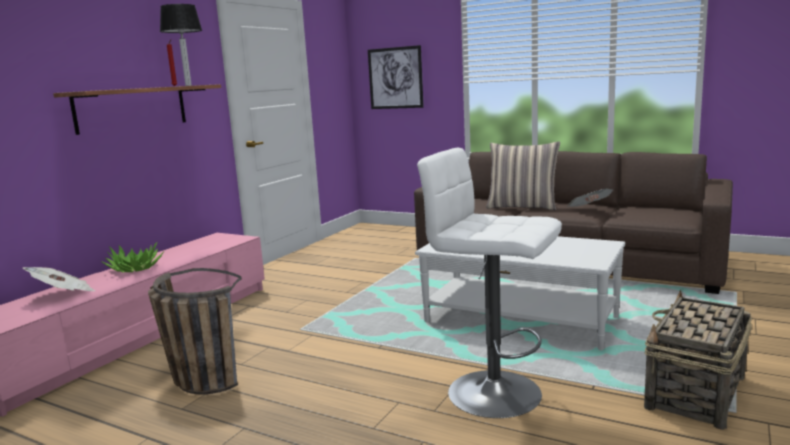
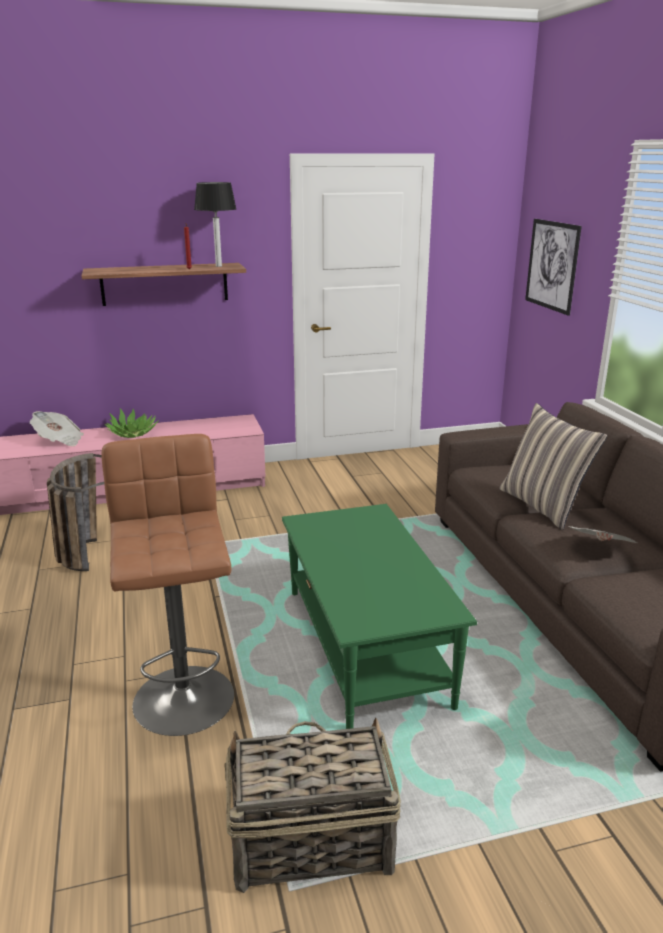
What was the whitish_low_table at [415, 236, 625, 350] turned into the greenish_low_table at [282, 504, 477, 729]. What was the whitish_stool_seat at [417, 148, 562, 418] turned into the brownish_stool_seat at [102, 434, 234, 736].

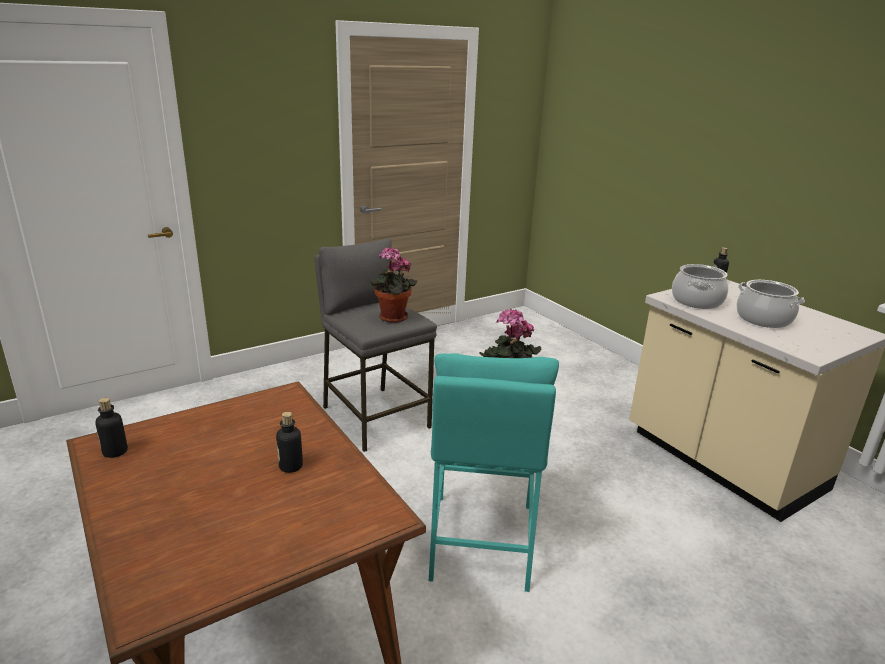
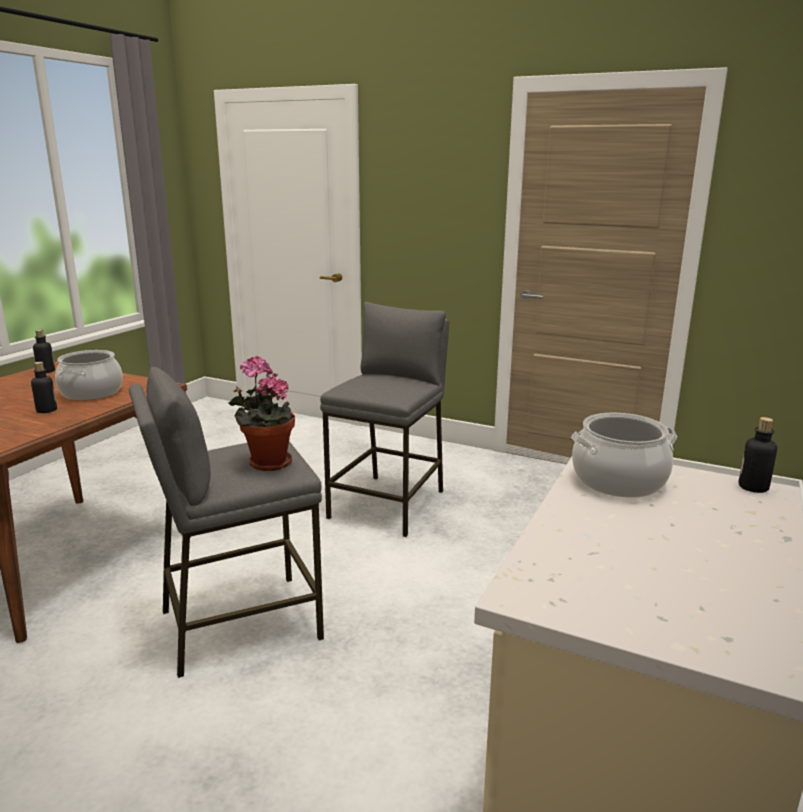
The second view lost the plant_in_a_pot at [370, 247, 418, 323]. What was the turquoise_stool_seat at [429, 354, 559, 592] turned into the grey_stool_seat at [129, 367, 324, 678]. The cooking_pot ended up elsewhere, having gone from [737, 280, 805, 328] to [55, 350, 123, 400].

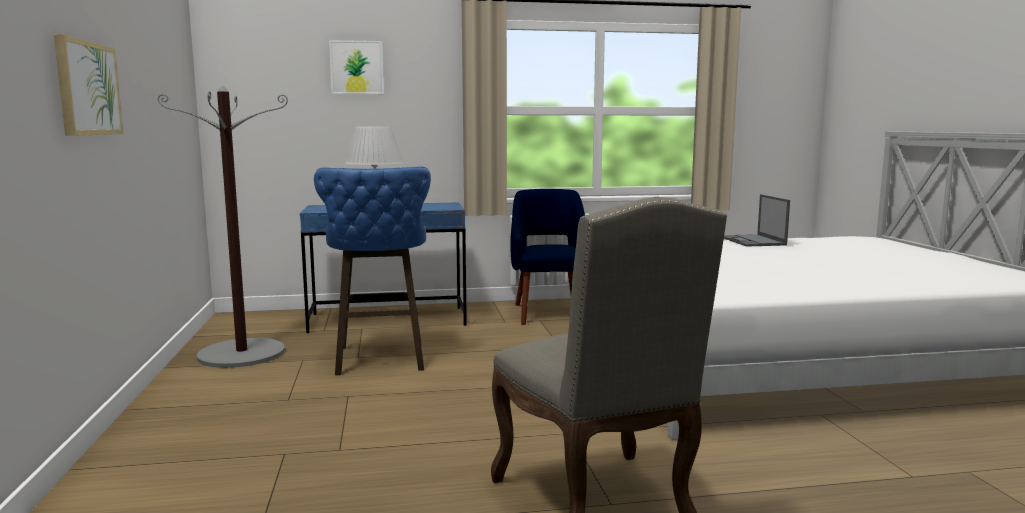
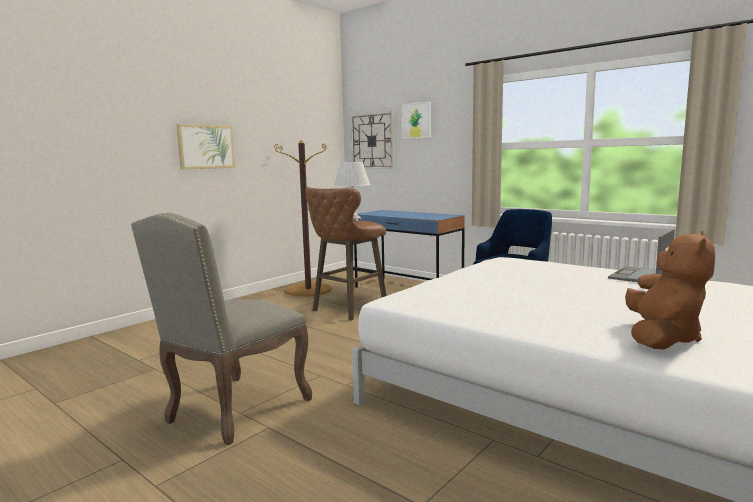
What was the grey_garment_rack at [158, 86, 288, 368] turned into the brownish_garment_rack at [274, 140, 332, 297]. What was the bluish_stool_seat at [314, 166, 431, 375] turned into the brownish_stool_seat at [305, 187, 386, 321]. The second view gained the wall_clock at [350, 111, 395, 169]. The second view gained the brownish_soft_toy at [625, 231, 715, 350].

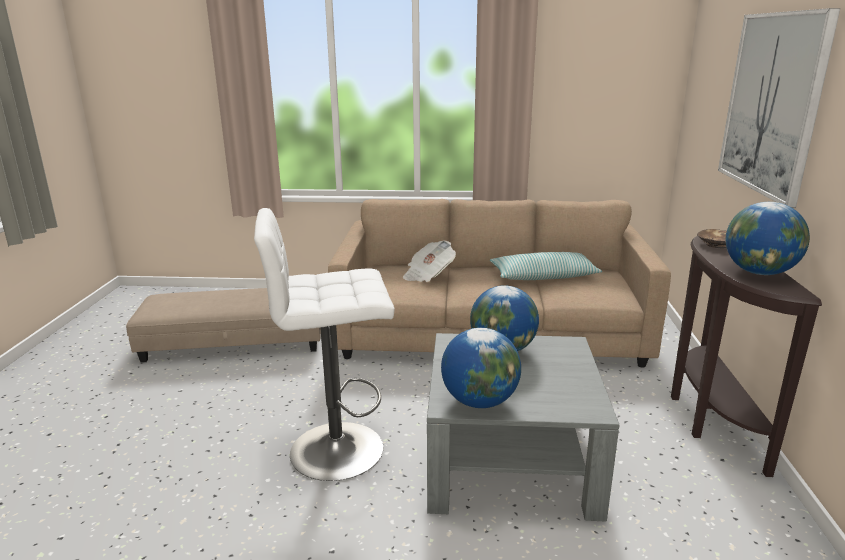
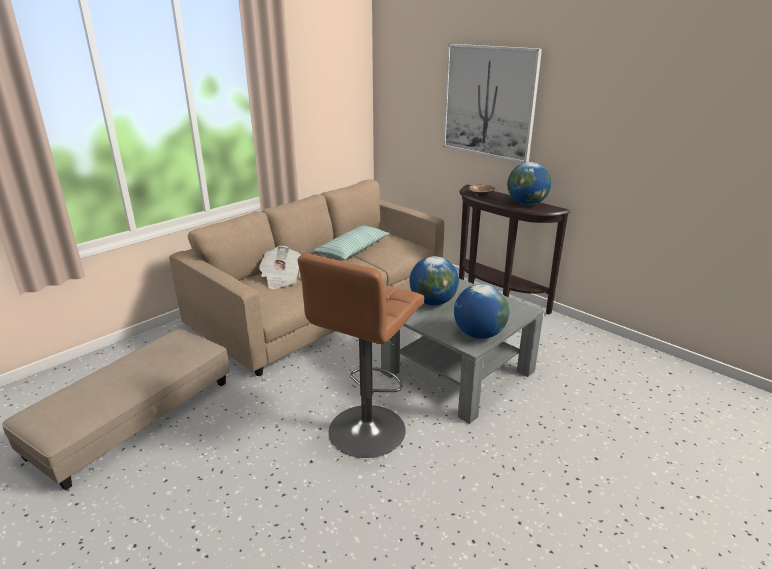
What was the whitish_stool_seat at [254, 208, 395, 481] turned into the brownish_stool_seat at [298, 254, 424, 458].

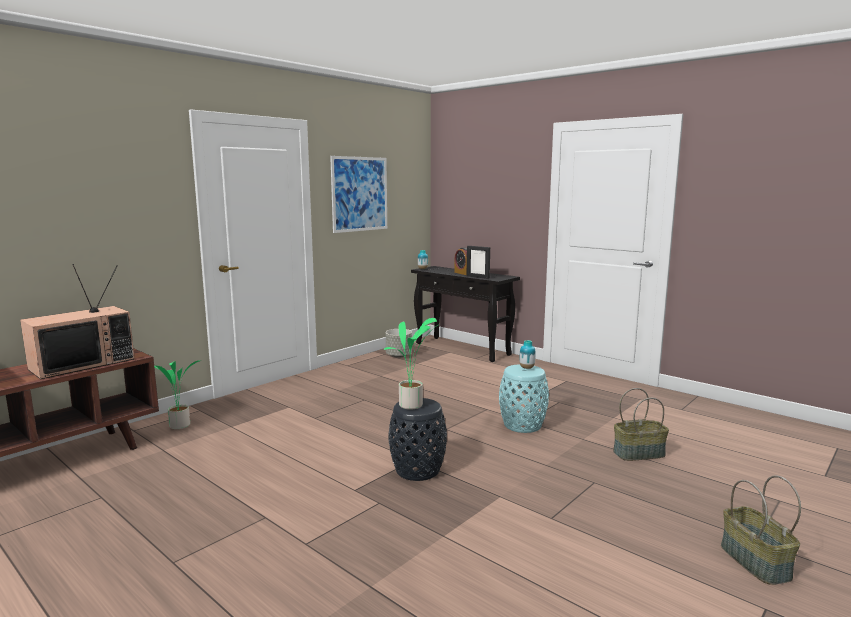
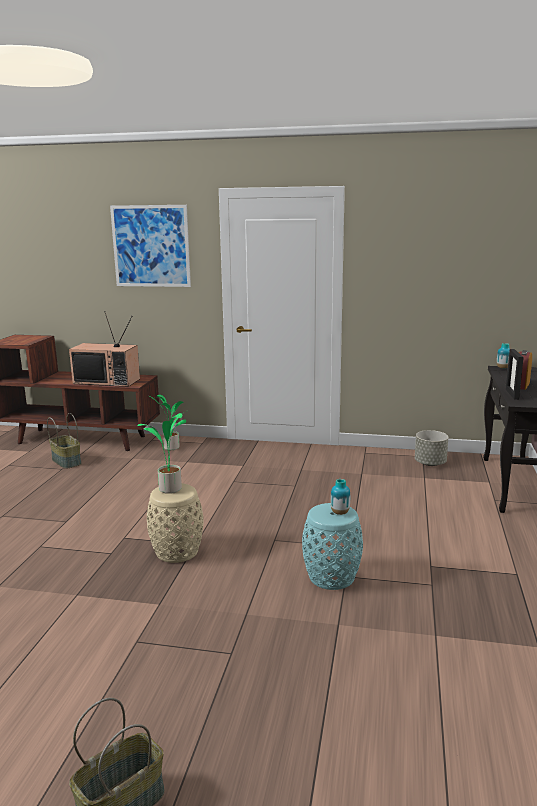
The wall_picture ended up elsewhere, having gone from [330, 156, 387, 233] to [110, 205, 191, 287]. What was the blackish_stool_seat at [388, 398, 447, 481] turned into the beige-coloured_stool_seat at [147, 483, 204, 563]. The storage_basket ended up elsewhere, having gone from [613, 388, 669, 461] to [47, 413, 82, 469].

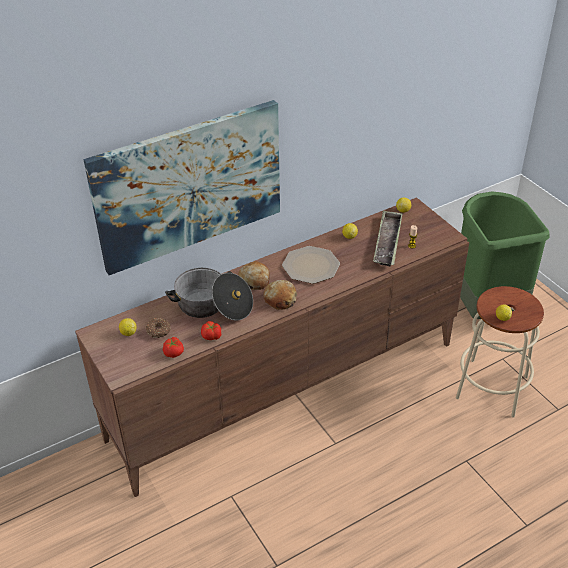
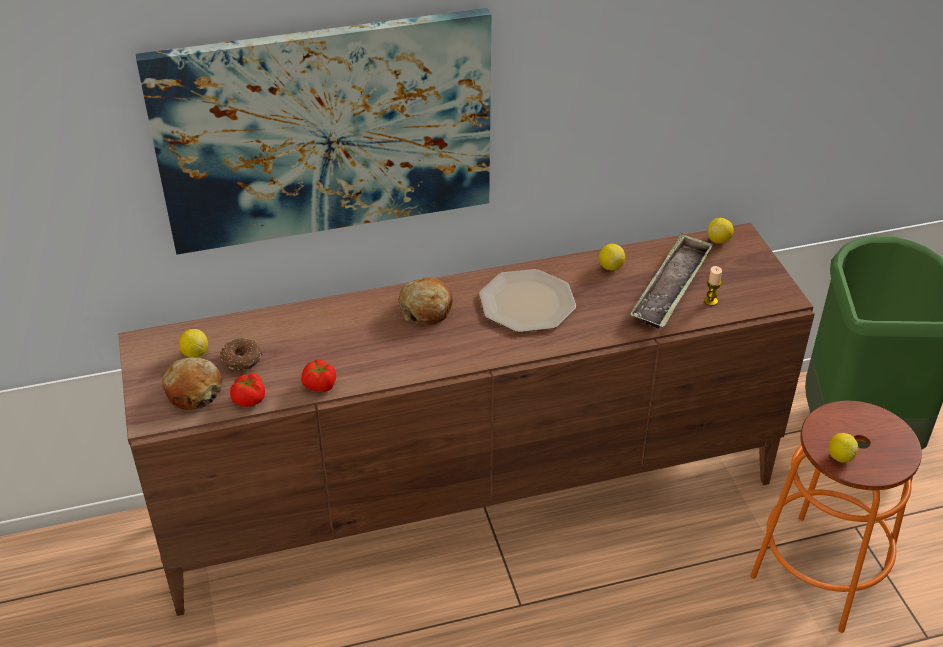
The second view lost the cooking_pot at [165, 268, 253, 320]. The bread ended up elsewhere, having gone from [263, 280, 297, 310] to [162, 357, 223, 410]. What was the beige-coloured_stool_seat at [456, 286, 544, 417] turned into the orangey_stool_seat at [750, 401, 922, 633].

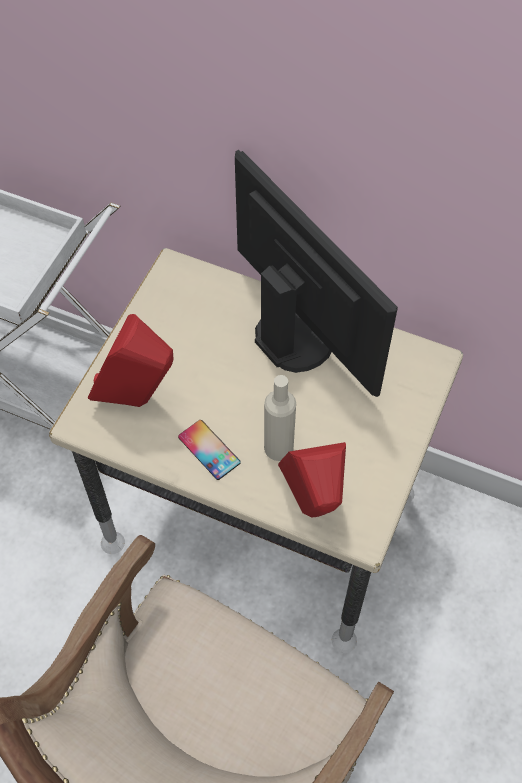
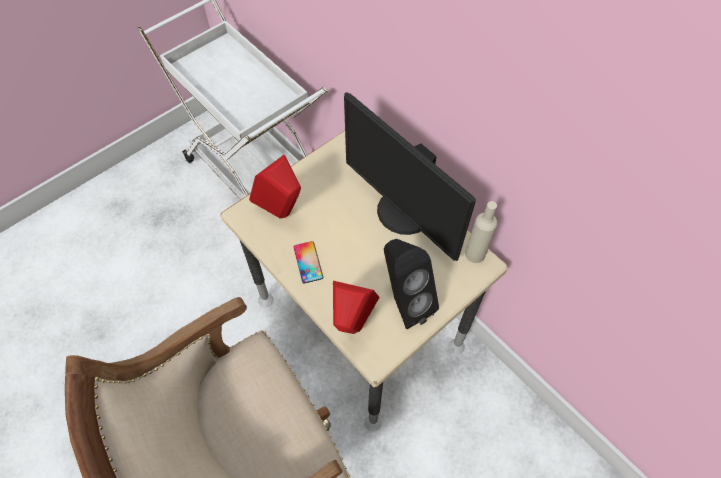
The computer_display at [235, 150, 398, 397] ended up facing another way, 150 degrees clockwise from before. The beige-coloured_bottle ended up elsewhere, having gone from [264, 375, 296, 461] to [465, 201, 497, 263]. The second view gained the blackish_loudspeaker at [384, 239, 439, 329].

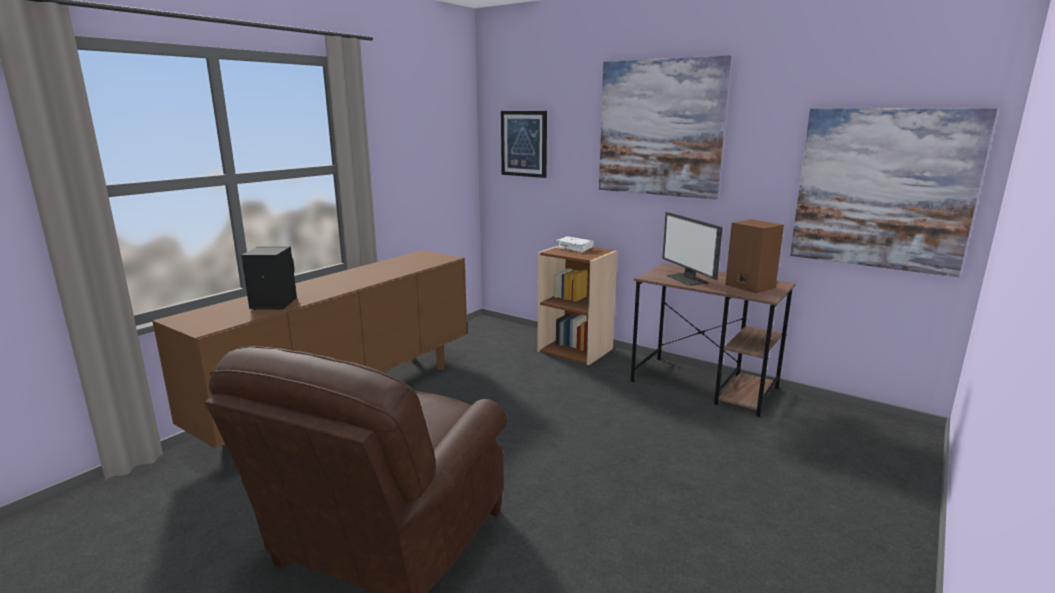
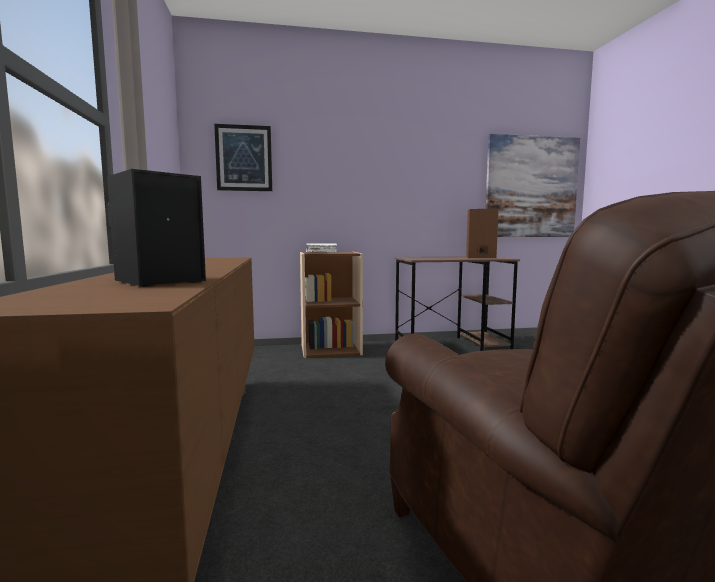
The second view lost the wall_picture at [599, 55, 731, 200]. The second view lost the computer_display at [662, 212, 723, 286].

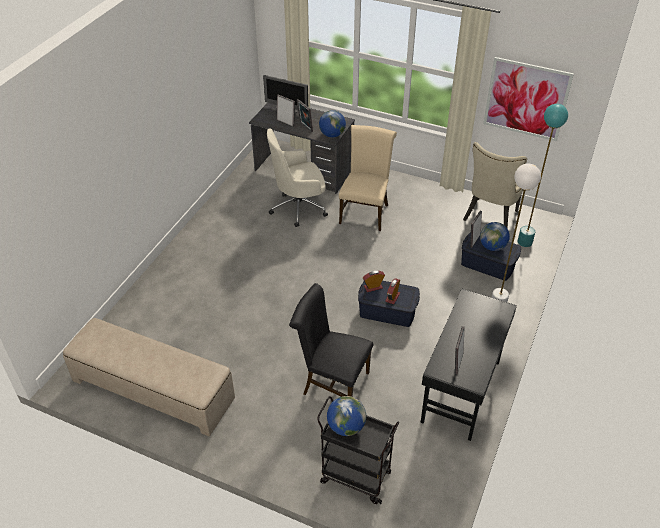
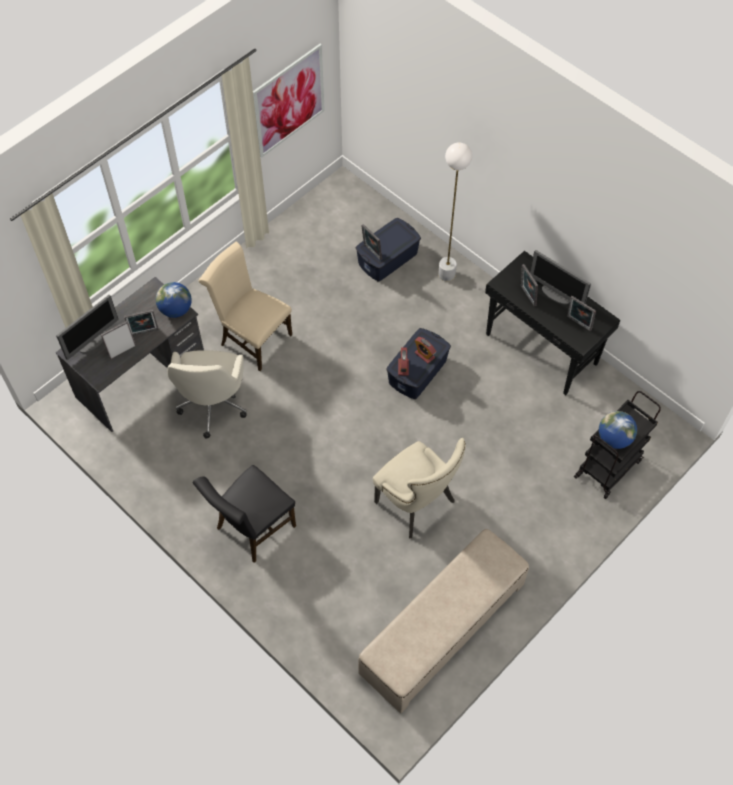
The blackish_plain_chair ended up elsewhere, having gone from [289, 283, 373, 397] to [193, 465, 296, 563]. The beige-coloured_plain_chair ended up elsewhere, having gone from [463, 142, 527, 229] to [373, 438, 466, 538]. The second view lost the desk_globe at [480, 222, 510, 251]. The second view lost the turquoise_standard_lamp at [518, 104, 568, 247]. The second view gained the picture_frame at [521, 264, 538, 306]. The second view gained the computer_display at [530, 250, 591, 304].

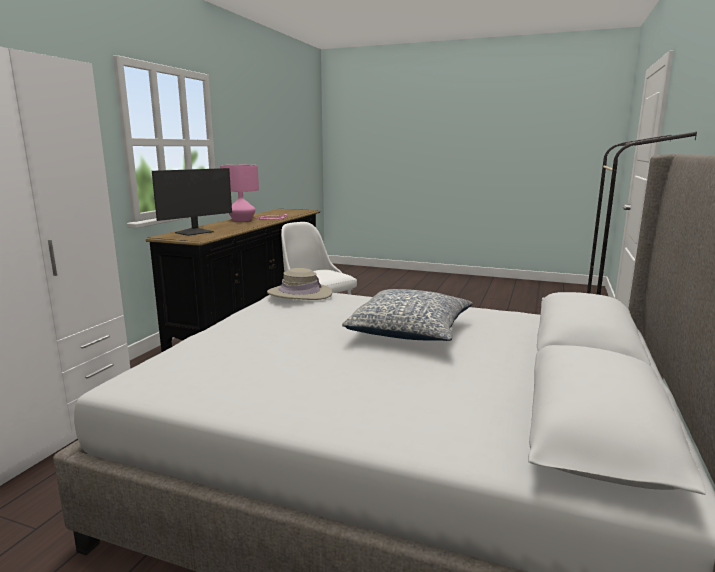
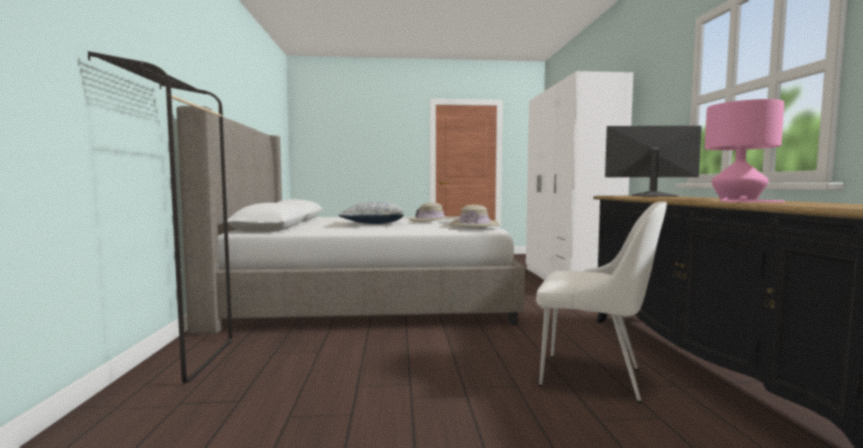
The computer_display at [152, 168, 232, 236] ended up facing another way, 75 degrees clockwise from before. The second view gained the beige-coloured_clothing_hat at [409, 203, 454, 222].

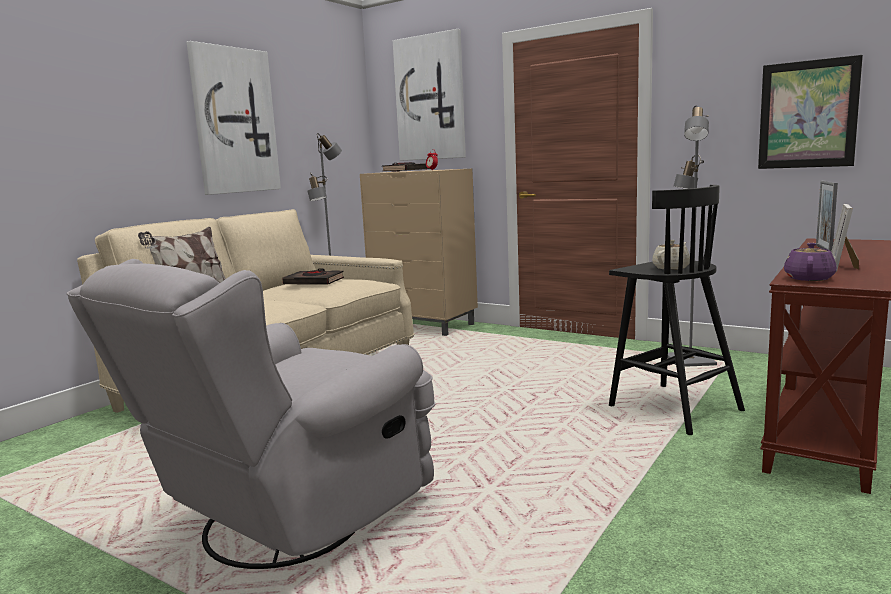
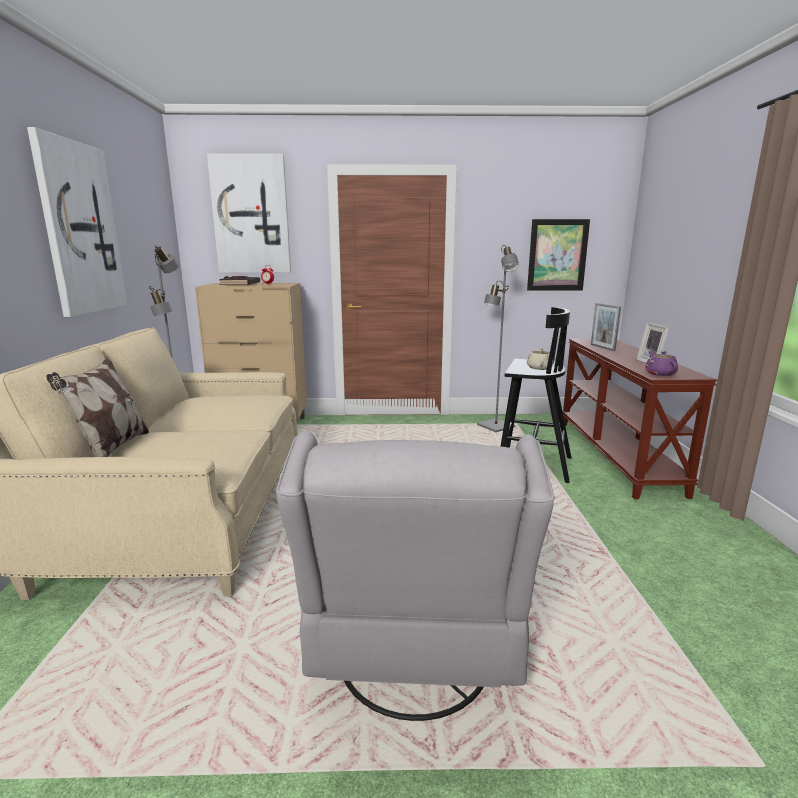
The second view lost the blackish_book at [282, 269, 344, 284].

